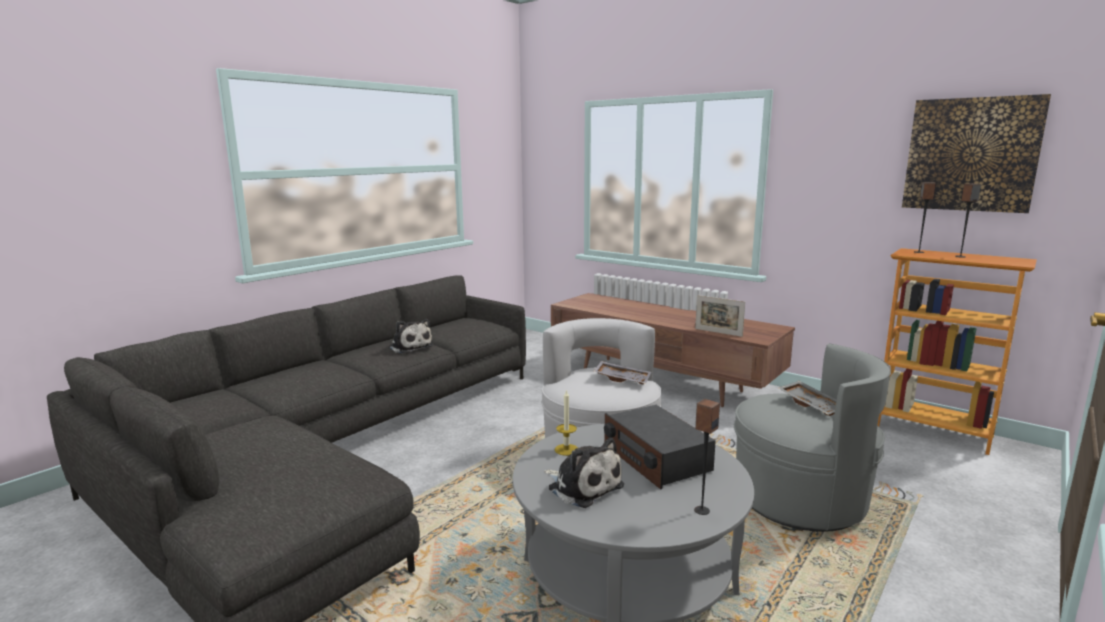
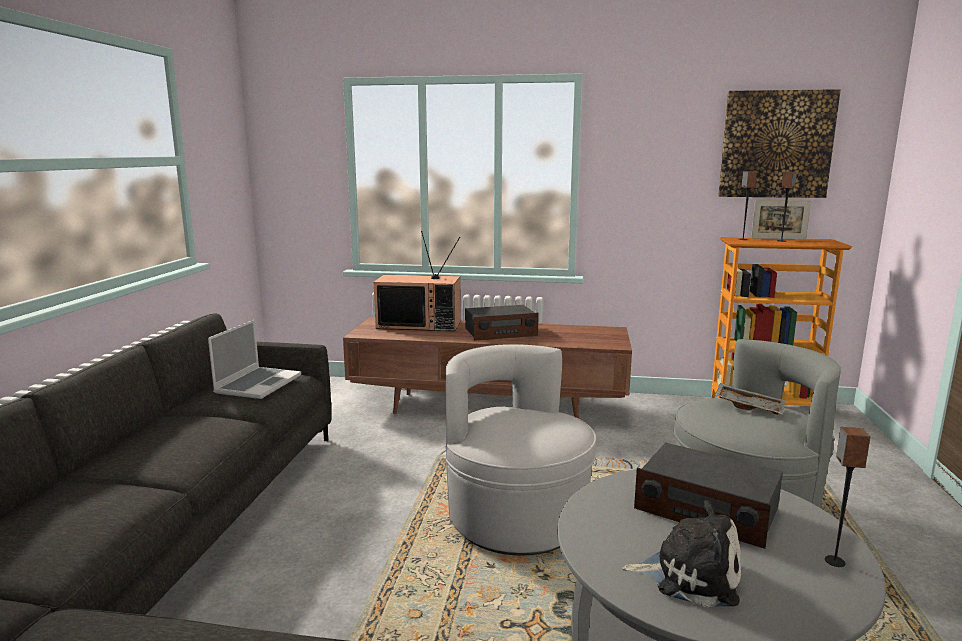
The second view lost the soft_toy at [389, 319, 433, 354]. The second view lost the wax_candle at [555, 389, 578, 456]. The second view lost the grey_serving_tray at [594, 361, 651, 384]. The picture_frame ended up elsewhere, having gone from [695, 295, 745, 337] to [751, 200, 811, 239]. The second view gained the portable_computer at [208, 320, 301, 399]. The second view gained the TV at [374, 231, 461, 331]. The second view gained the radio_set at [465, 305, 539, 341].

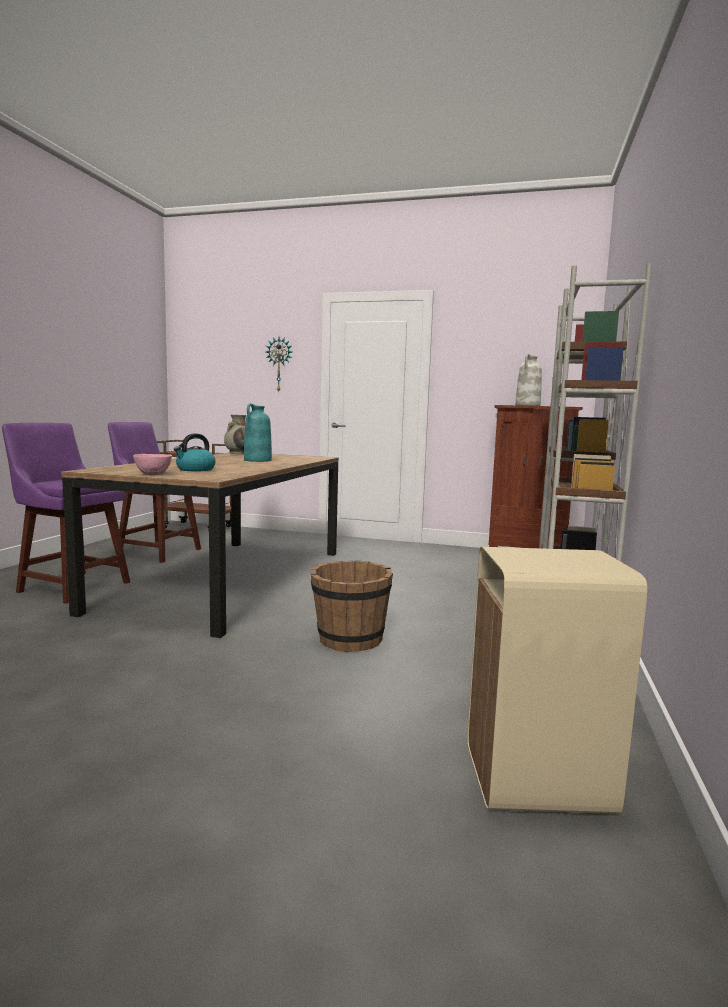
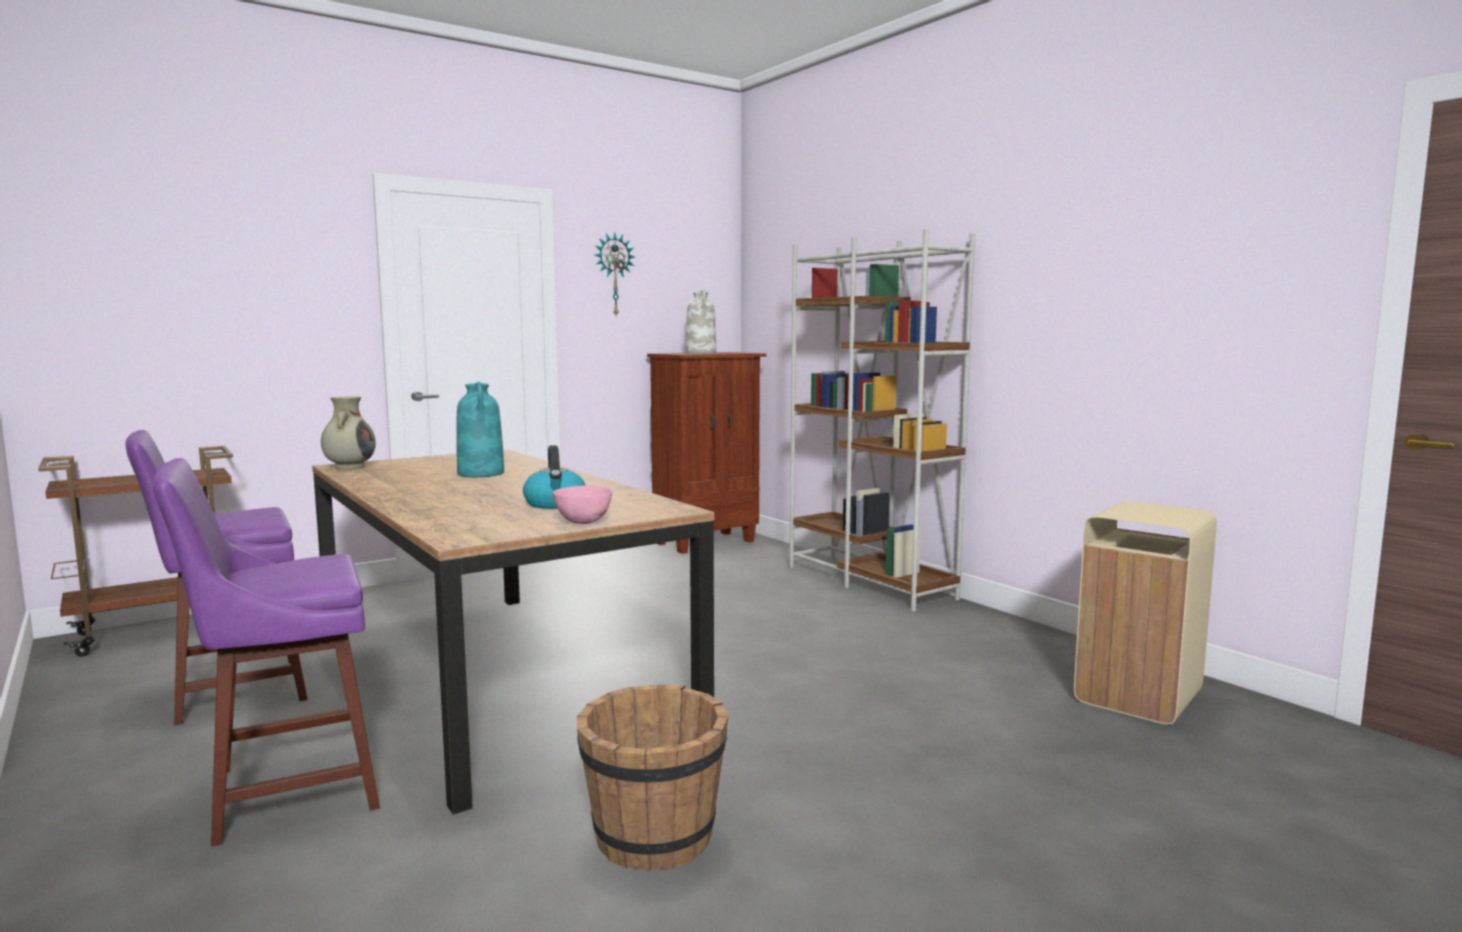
The wall_clock ended up elsewhere, having gone from [266, 337, 292, 393] to [595, 233, 635, 318]. The brownish_pail ended up elsewhere, having gone from [311, 560, 393, 652] to [577, 685, 728, 870].

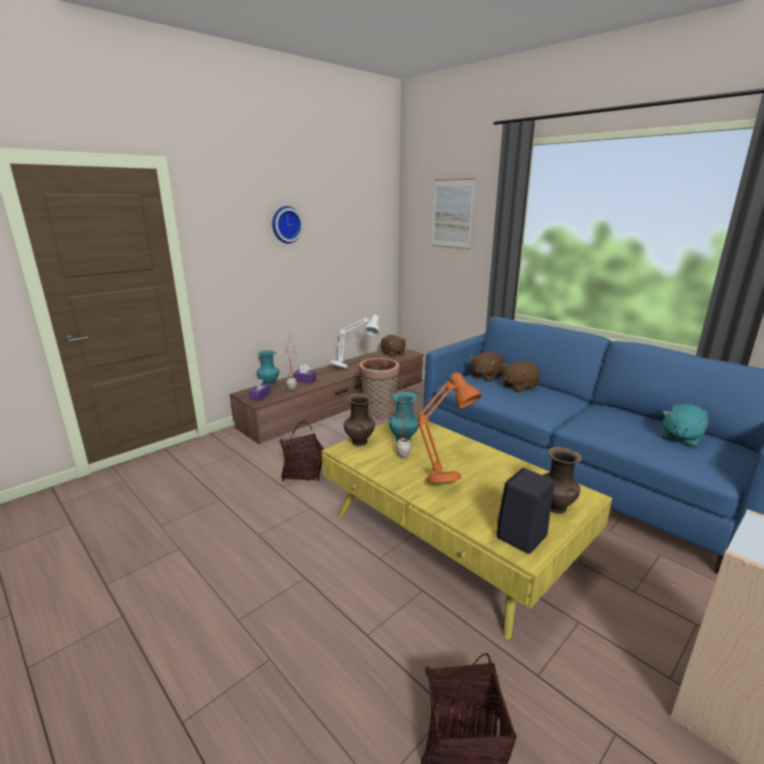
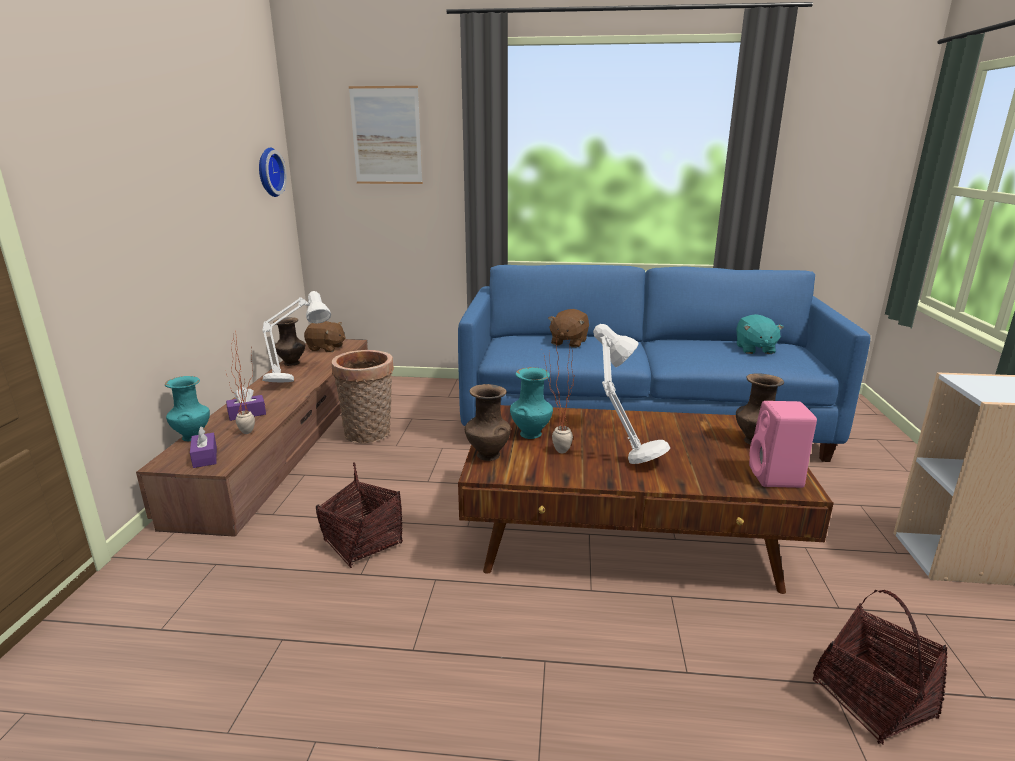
The wall_clock ended up elsewhere, having gone from [272, 206, 303, 244] to [259, 148, 287, 197]. What was the yellowish_low_table at [322, 416, 612, 639] turned into the brownish_low_table at [458, 405, 834, 594]. What was the orangey_tabletop_lamp at [418, 372, 482, 483] turned into the whitish_tabletop_lamp at [593, 324, 670, 464]. The second view lost the brownish_soft_toy at [470, 351, 504, 381]. What was the blackish_loudspeaker at [497, 468, 555, 554] turned into the pink-coloured_loudspeaker at [749, 401, 817, 488]. The second view gained the brownish_decorative_vase at [273, 317, 305, 366].

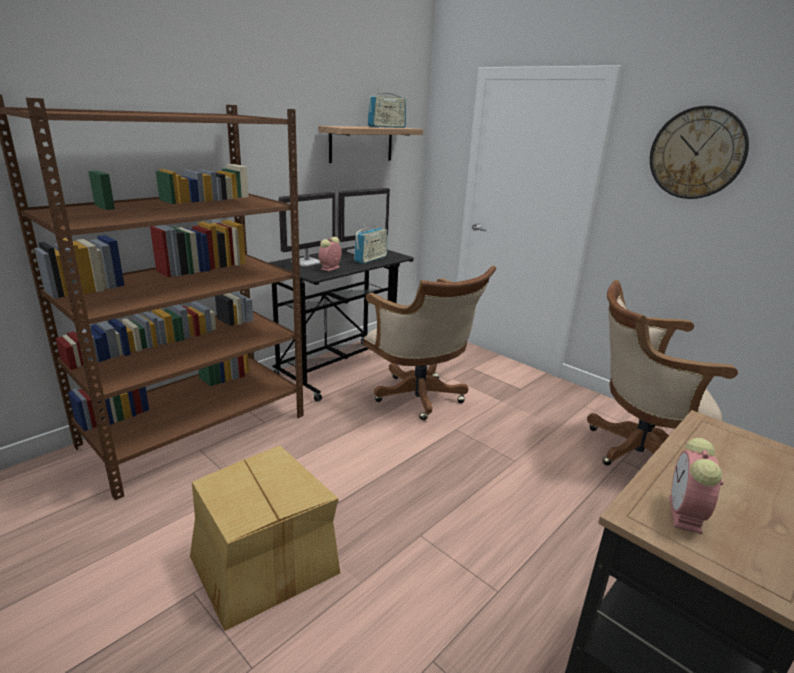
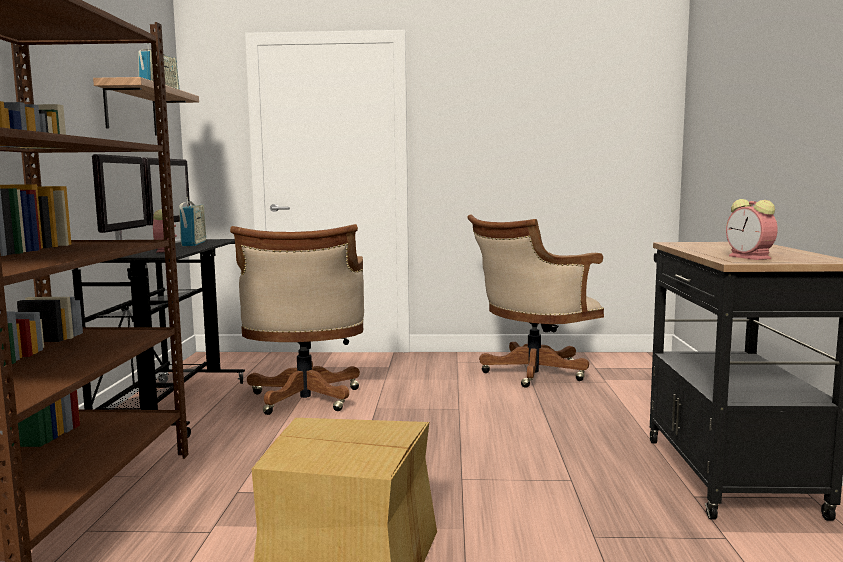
The desk_chair at [363, 266, 496, 420] ended up facing another way, 75 degrees clockwise from before. The second view lost the wall_clock at [650, 106, 749, 199].

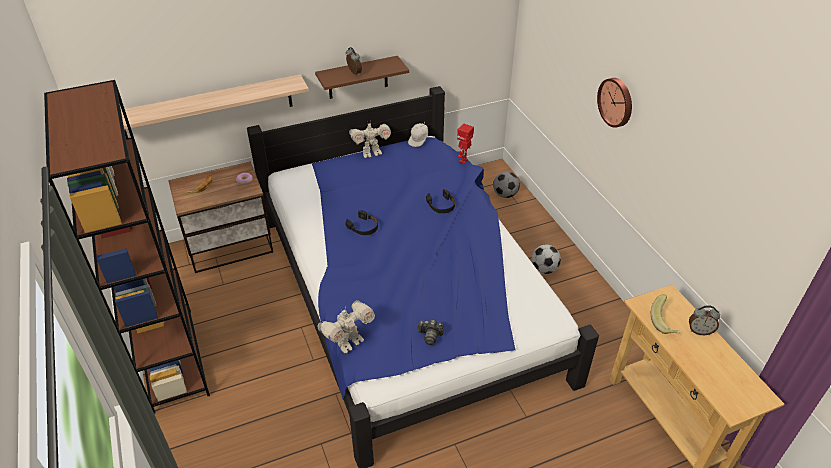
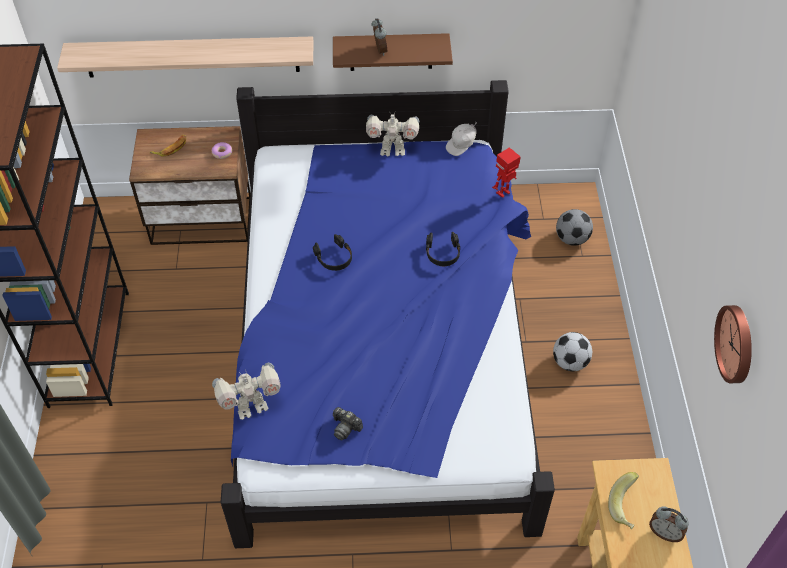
The wall_clock ended up elsewhere, having gone from [597, 78, 632, 128] to [714, 305, 752, 383].

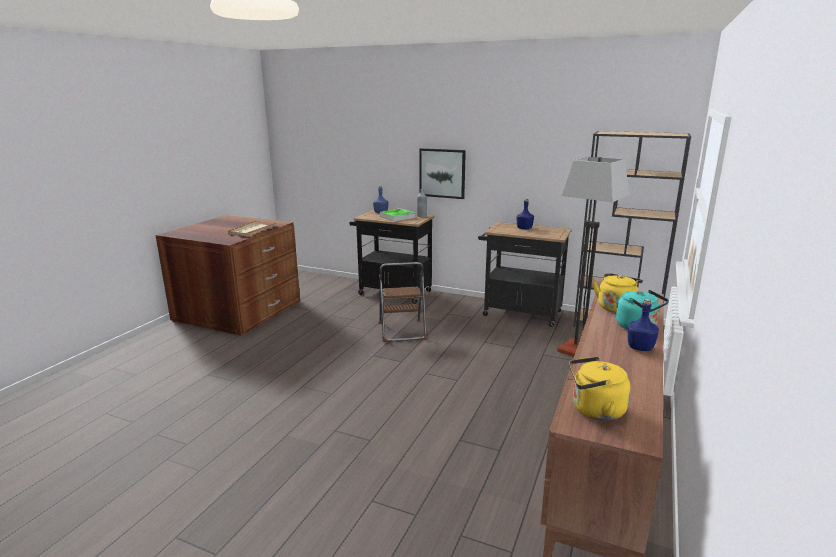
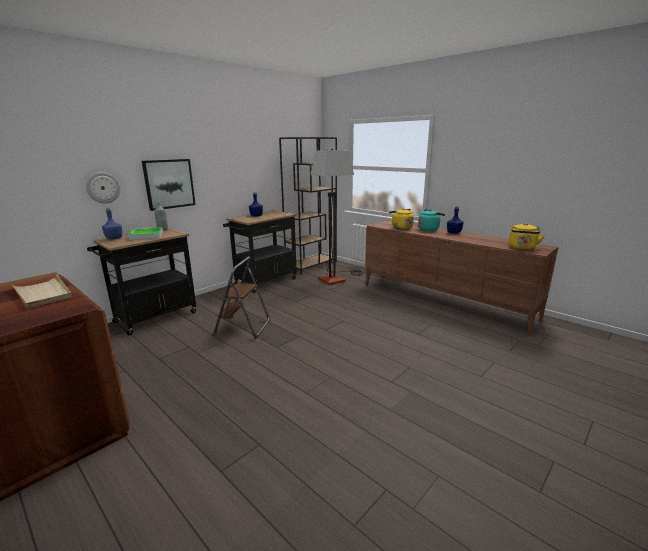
The second view gained the wall_clock at [86, 172, 120, 204].

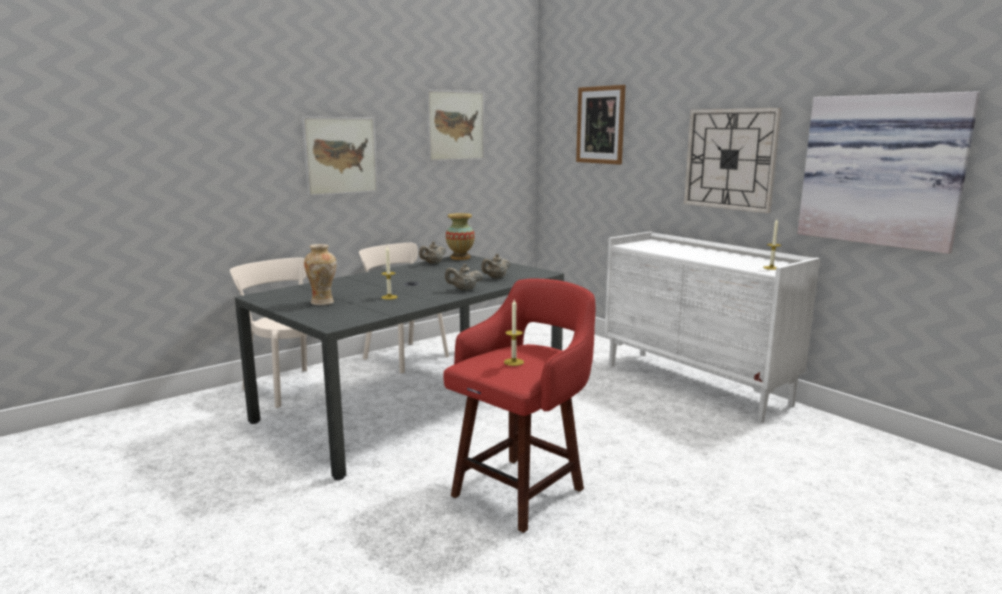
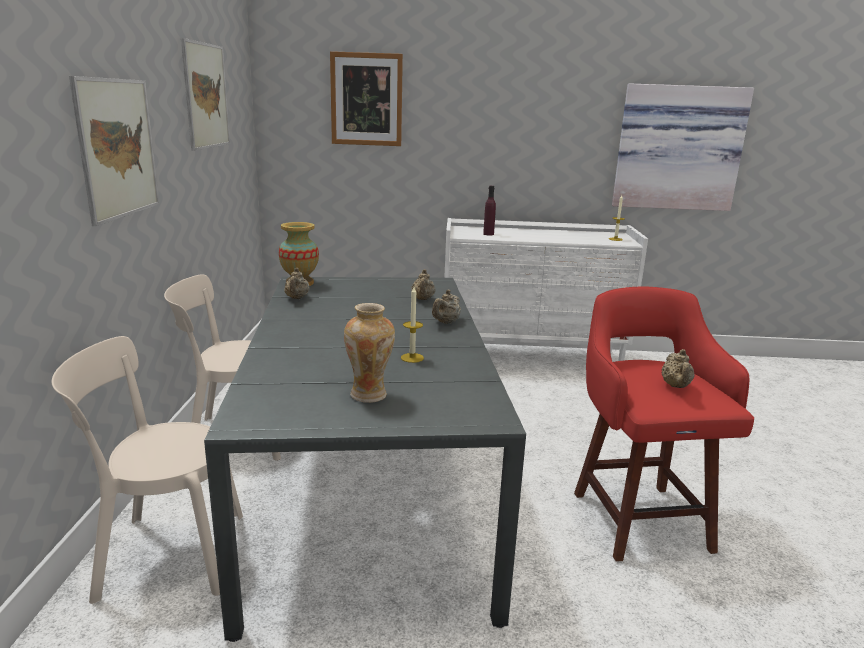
Where the wax_candle stood at [504, 299, 524, 366], the beige-coloured_tea_pot came to stand at [661, 349, 695, 388]. The second view lost the wall_clock at [684, 108, 782, 213]. The second view gained the purple_bottle at [483, 186, 496, 235].

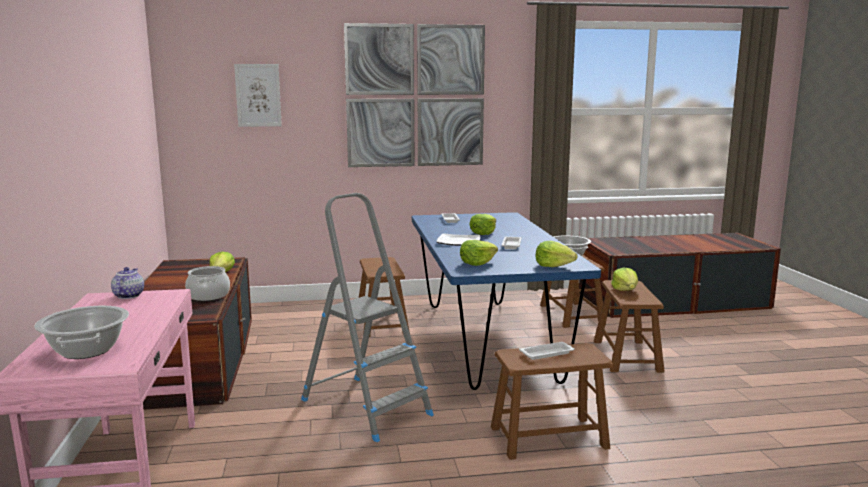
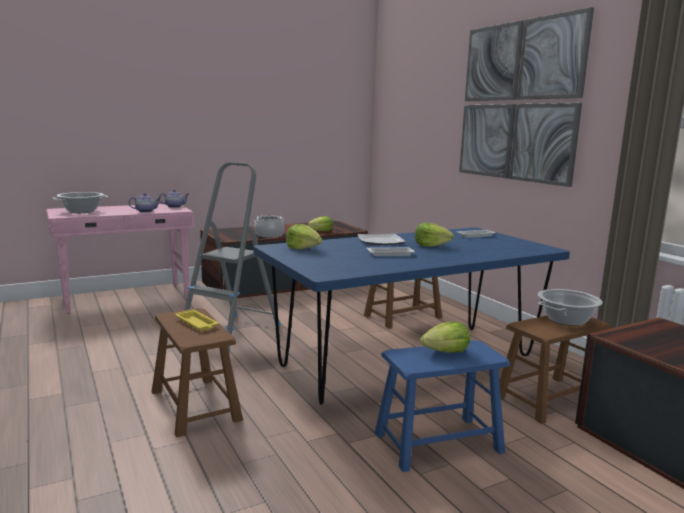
The second view lost the wall_picture at [234, 64, 282, 127]. What was the whitish_serving_tray at [519, 342, 574, 360] turned into the yellowish_serving_tray at [175, 309, 218, 331]. The second view lost the lettuce at [535, 241, 577, 267]. What was the brownish_stool_seat at [594, 280, 665, 373] turned into the bluish_stool_seat at [375, 340, 510, 472]. The second view gained the tea_pot at [129, 193, 161, 213].

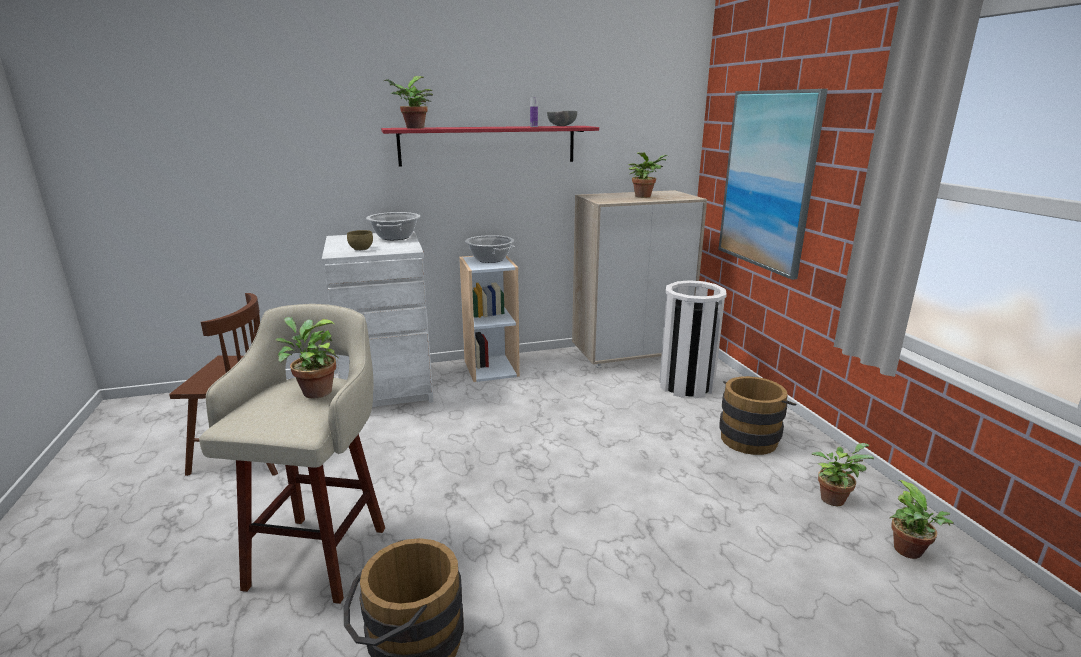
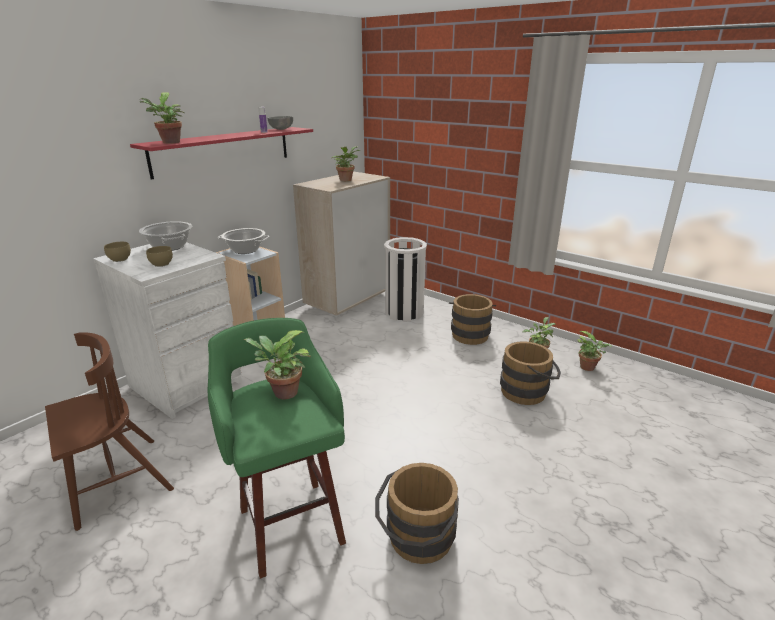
What was the beige-coloured_stool_seat at [199, 304, 385, 604] turned into the greenish_stool_seat at [208, 318, 346, 579]. The second view lost the wall_picture at [718, 89, 828, 280]. The second view gained the brownish_deep_dish at [104, 242, 131, 262]. The second view gained the brownish_pail at [500, 341, 561, 405].

